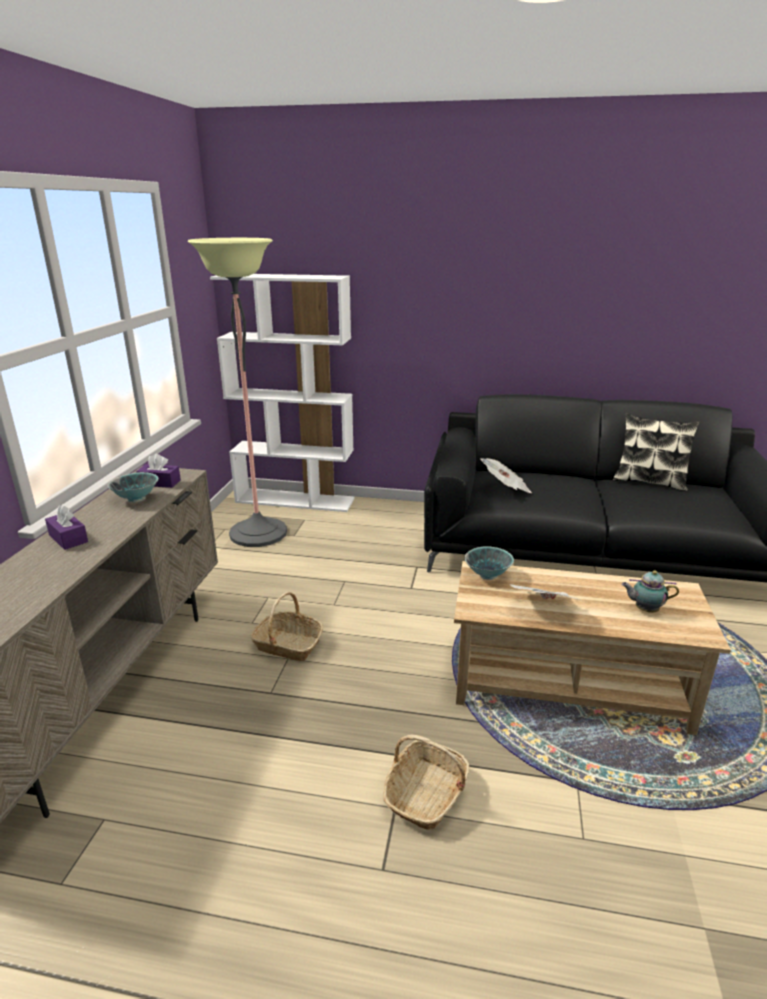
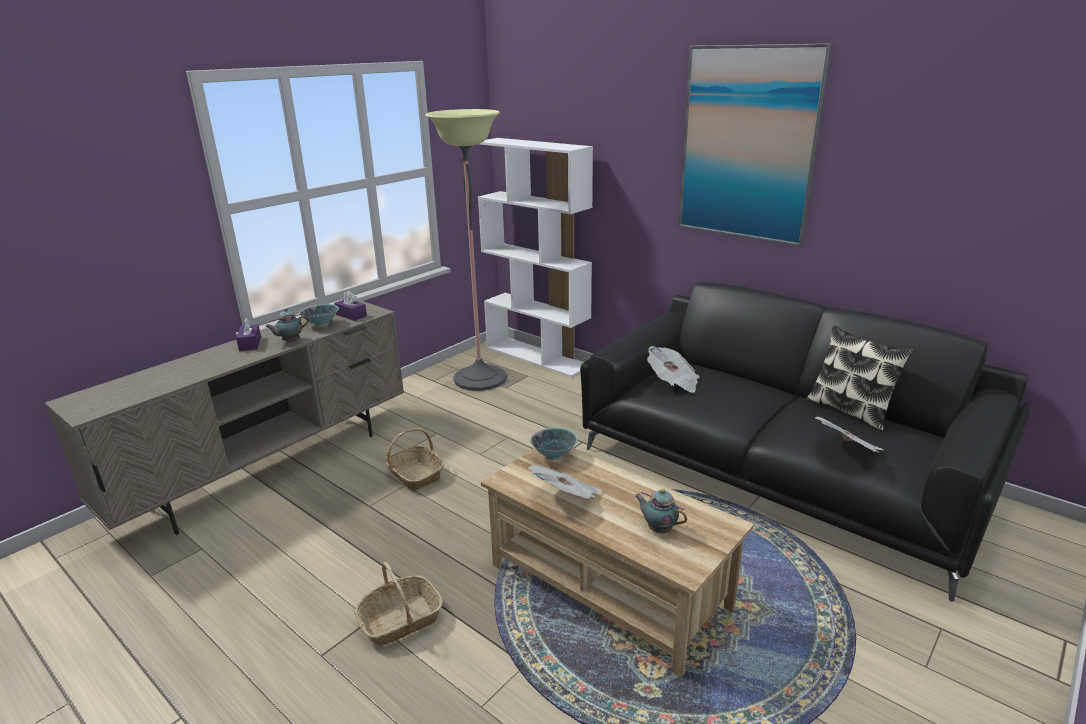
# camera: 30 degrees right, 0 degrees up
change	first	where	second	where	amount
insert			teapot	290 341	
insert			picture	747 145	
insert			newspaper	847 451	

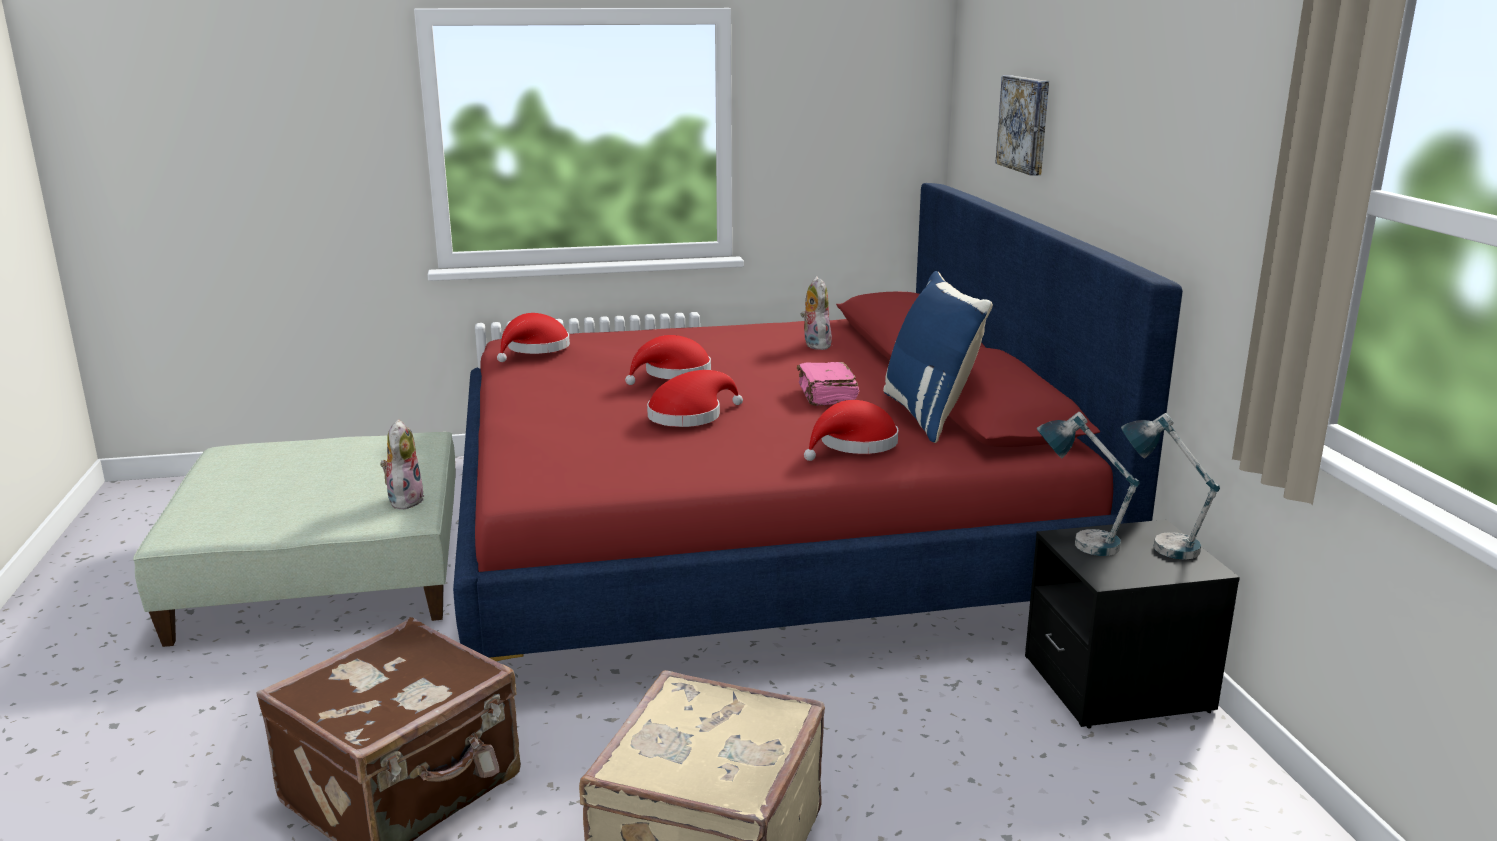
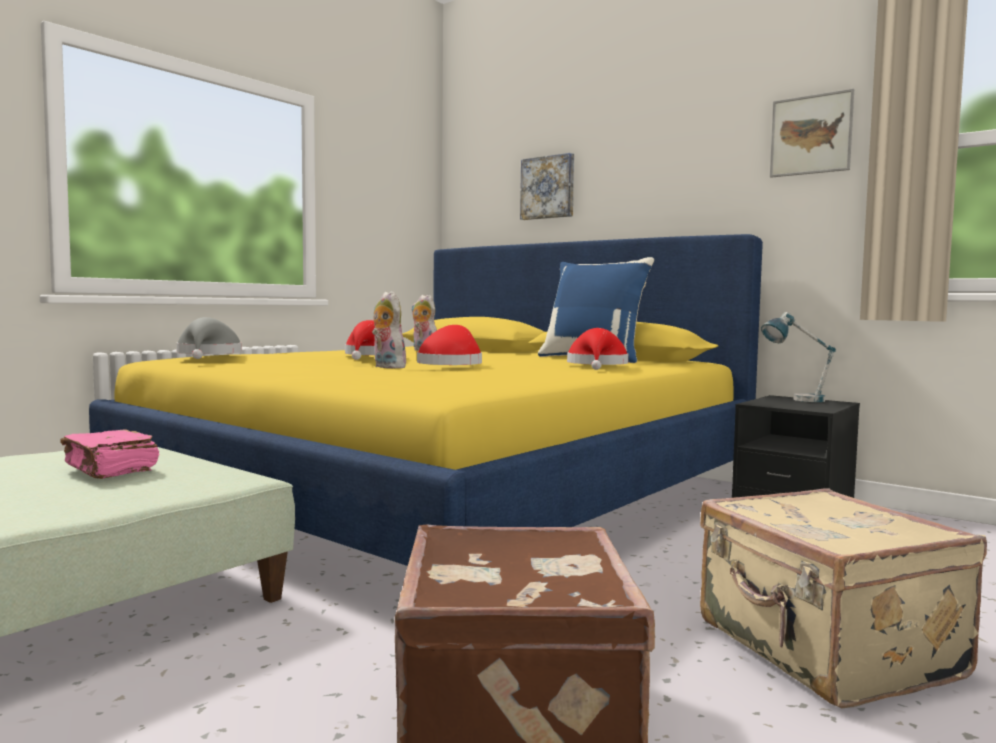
# camera: 40 degrees left, 15 degrees down
change	first	where	second	where	amount
move	plush toy	404 500		386 367	
recolor	bed/red	756 533	bed/yellow	445 494	
recolor	hat/red	535 349	hat/grey	208 355	
move	book/pink	826 395		110 469	
delete	table lamp	1077 541			
insert			picture	811 135	

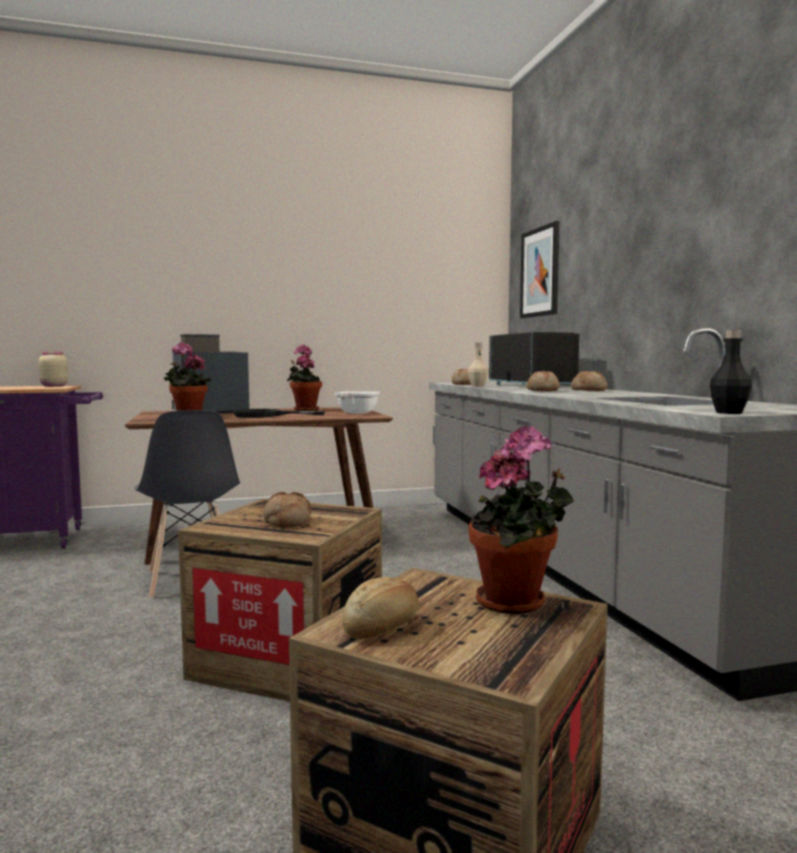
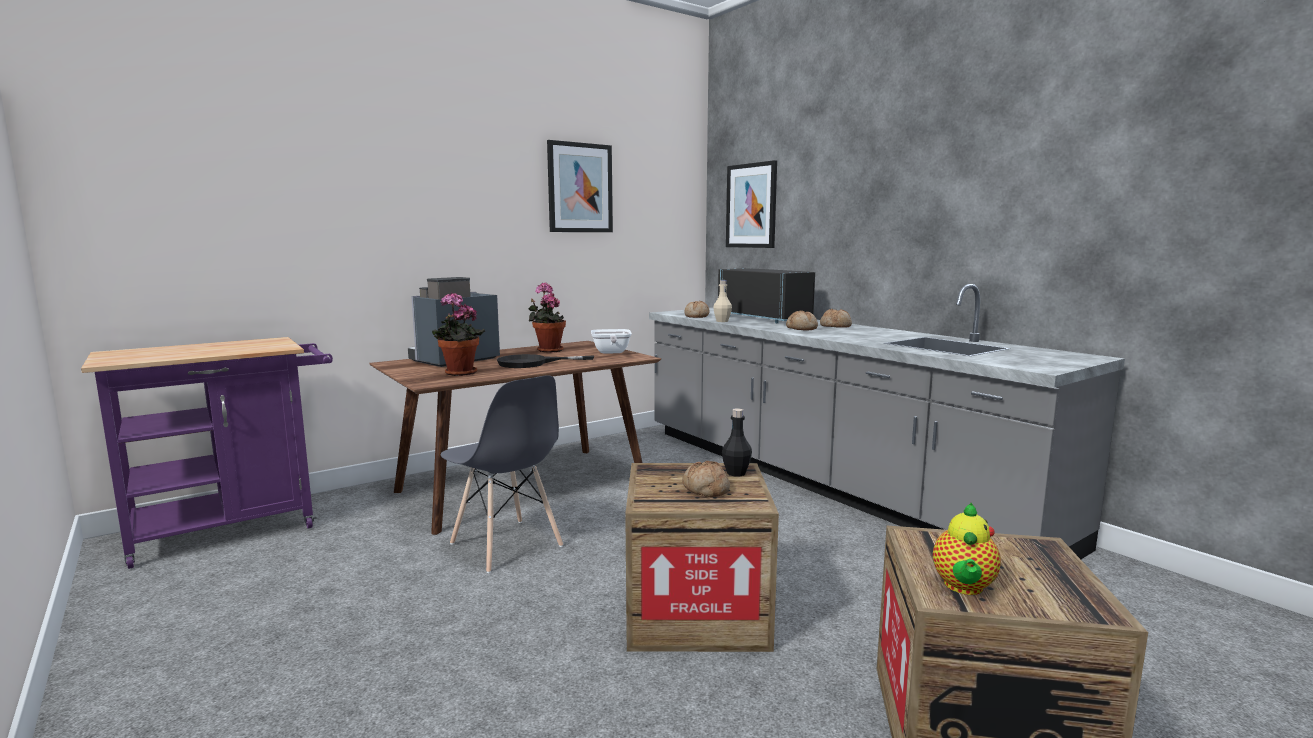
# camera: 20 degrees left, 5 degrees up
change	first	where	second	where	amount
delete	jar/beige	53 386			
replace	bread	383 627	teapot	963 587	
delete	potted plant	517 603			
move	bottle/black	729 413		736 473	
insert			picture	580 188	

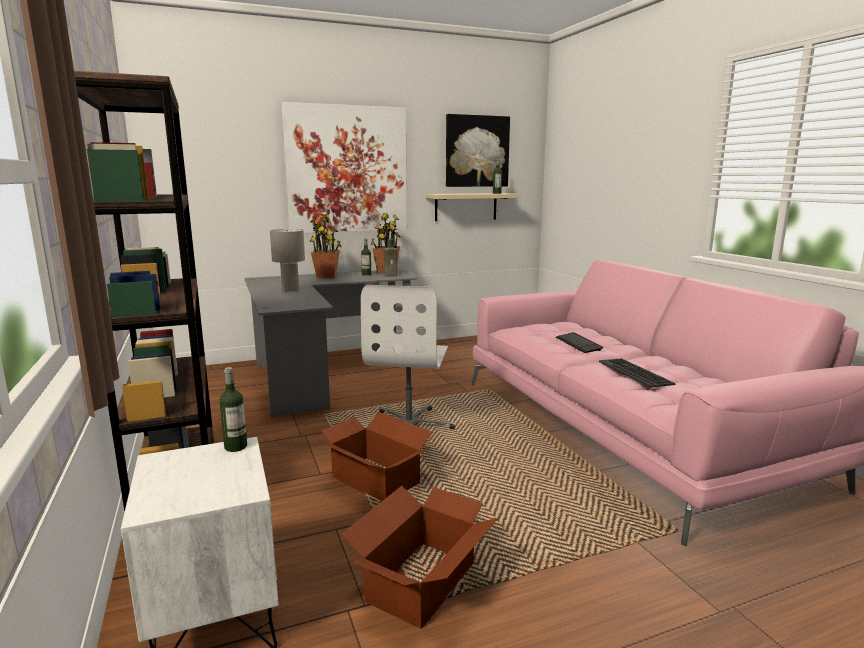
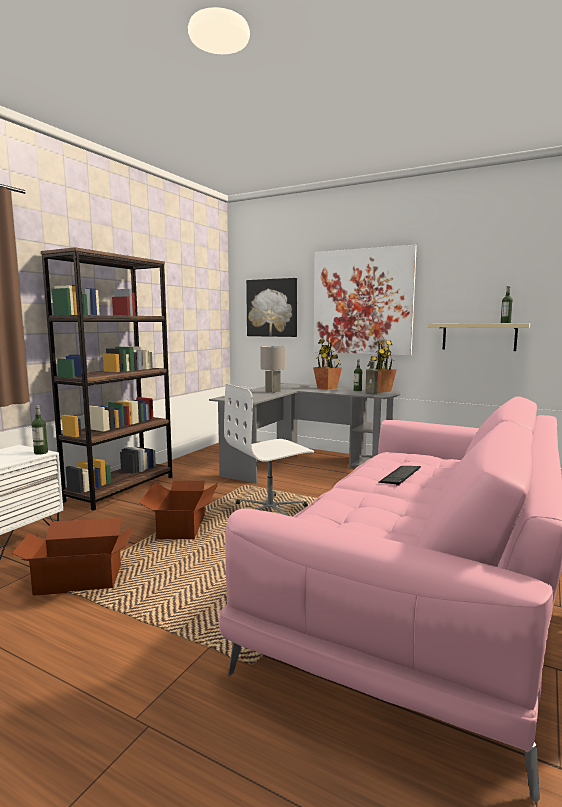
# camera: 50 degrees right, 5 degrees down
change	first	where	second	where	amount
move	picture	476 151		272 308	
delete	keyboard	635 373			

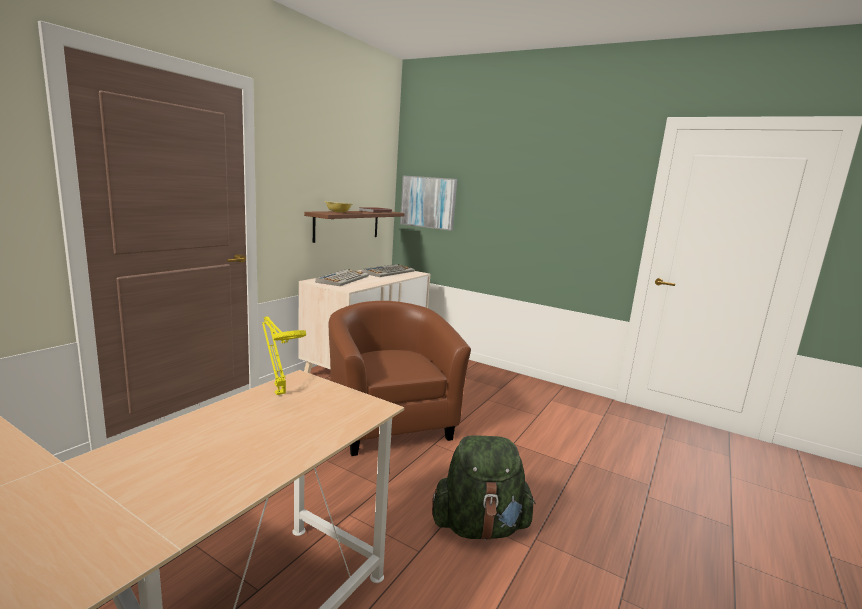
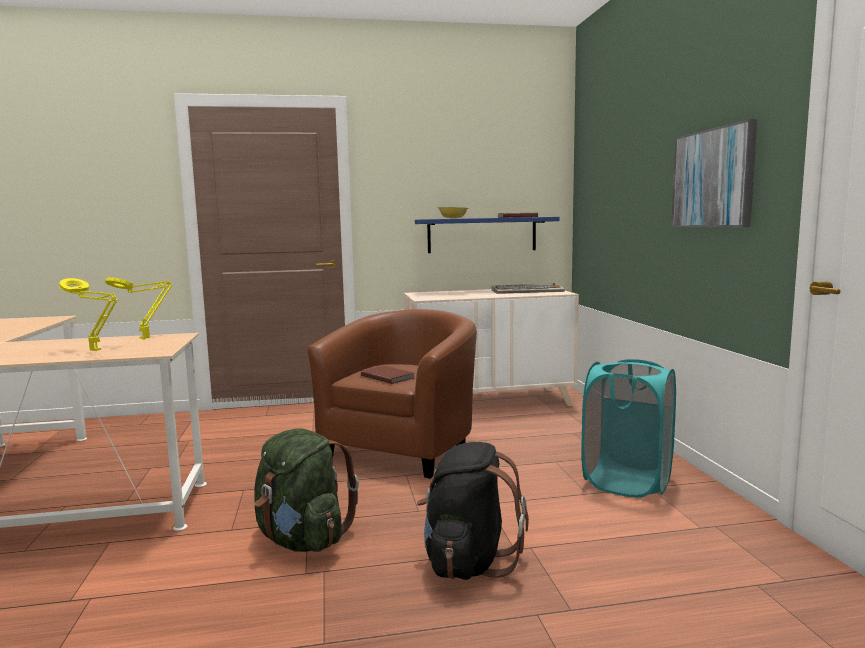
# camera: 50 degrees right, 5 degrees down
change	first	where	second	where	amount
recolor	shelf/brown	347 225	shelf/blue	482 235	
delete	keyboard	343 279			
move	picture	428 202		713 178	
insert			table lamp/yellow	97 351	
insert			book/brown	388 376	
insert			backpack/black	468 561	
insert			laundry basket/turquoise	627 482	

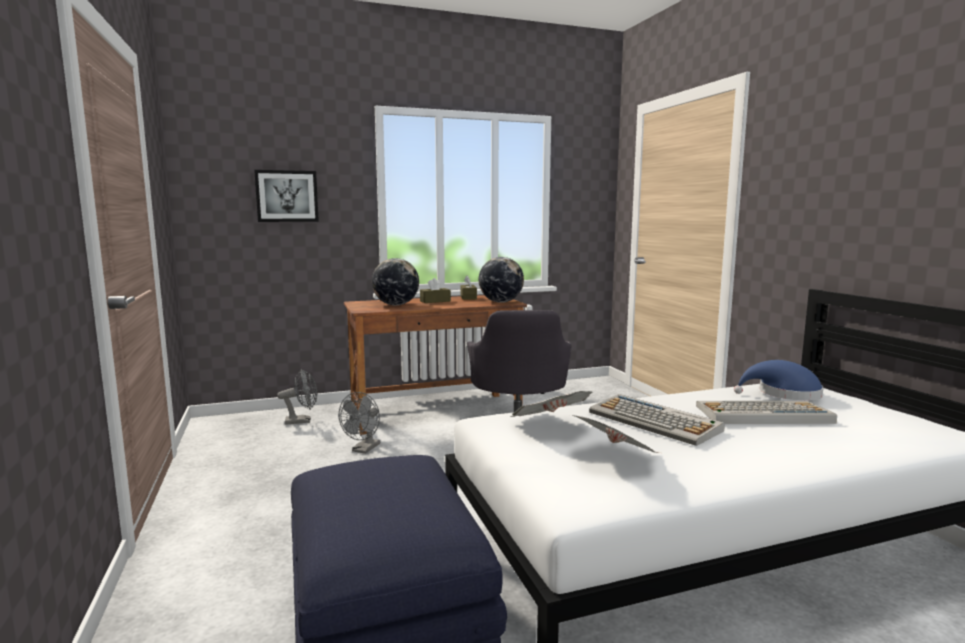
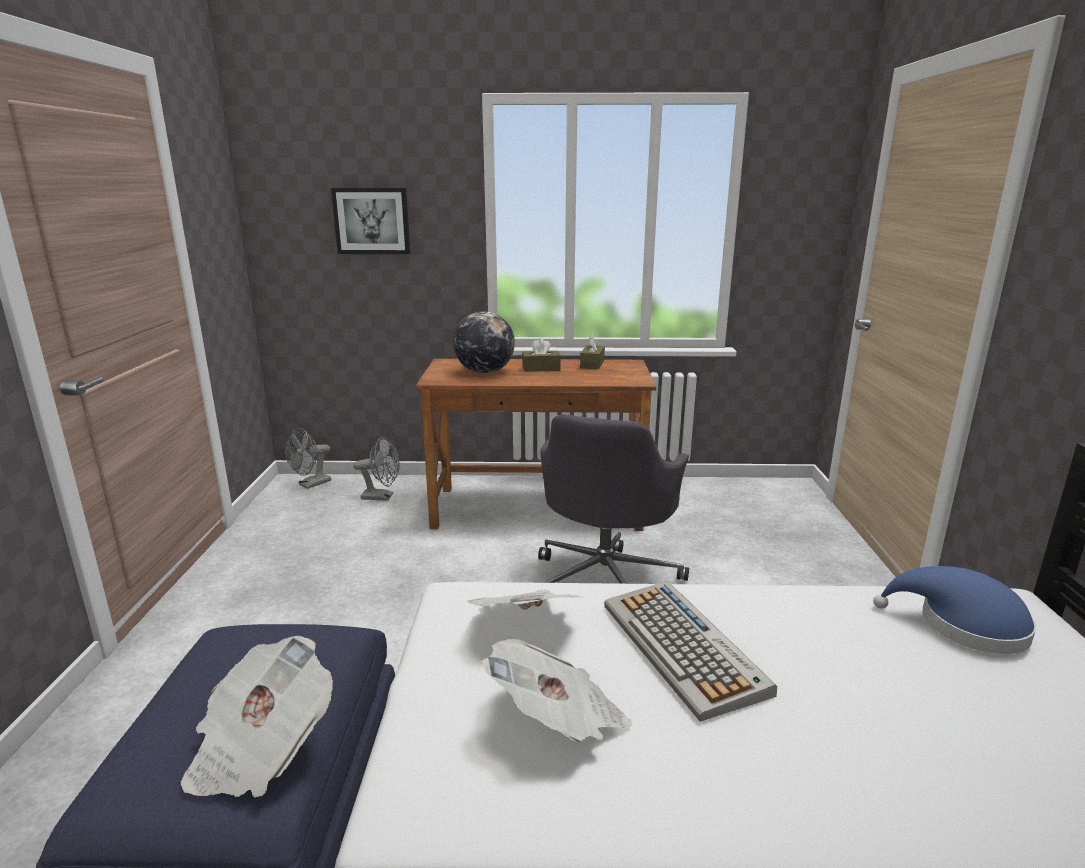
# camera: 20 degrees right, 10 degrees up
change	first	where	second	where	amount
move	fan/grey	364 449		311 484	
delete	globe	500 302			
delete	keyboard	762 414			
insert			newspaper	261 747	

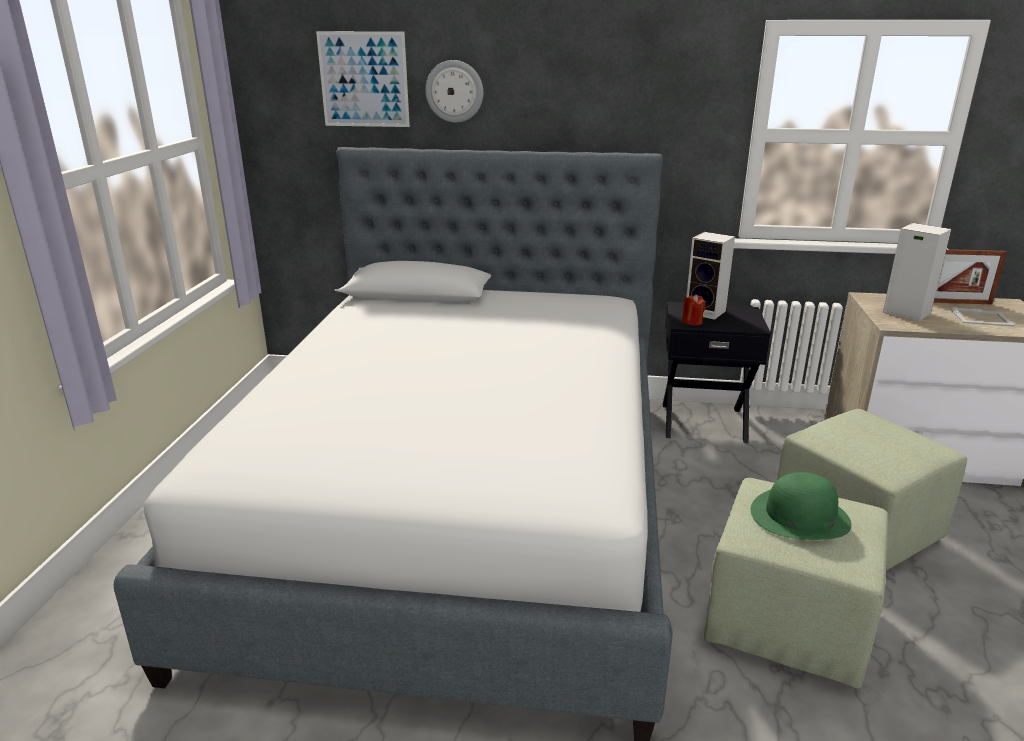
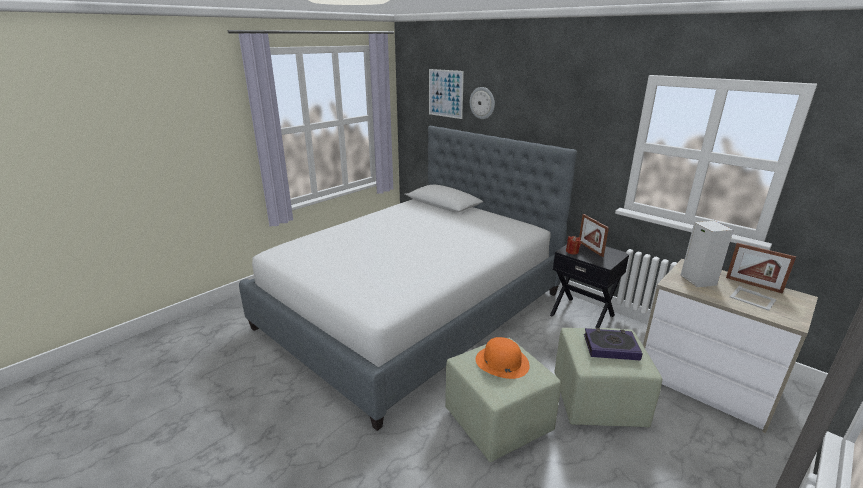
# camera: 35 degrees right, 0 degrees up
change	first	where	second	where	amount
replace	speaker	707 312	picture frame	590 249	
recolor	hat/green	799 516	hat/orange	501 362	
insert			book	611 347	

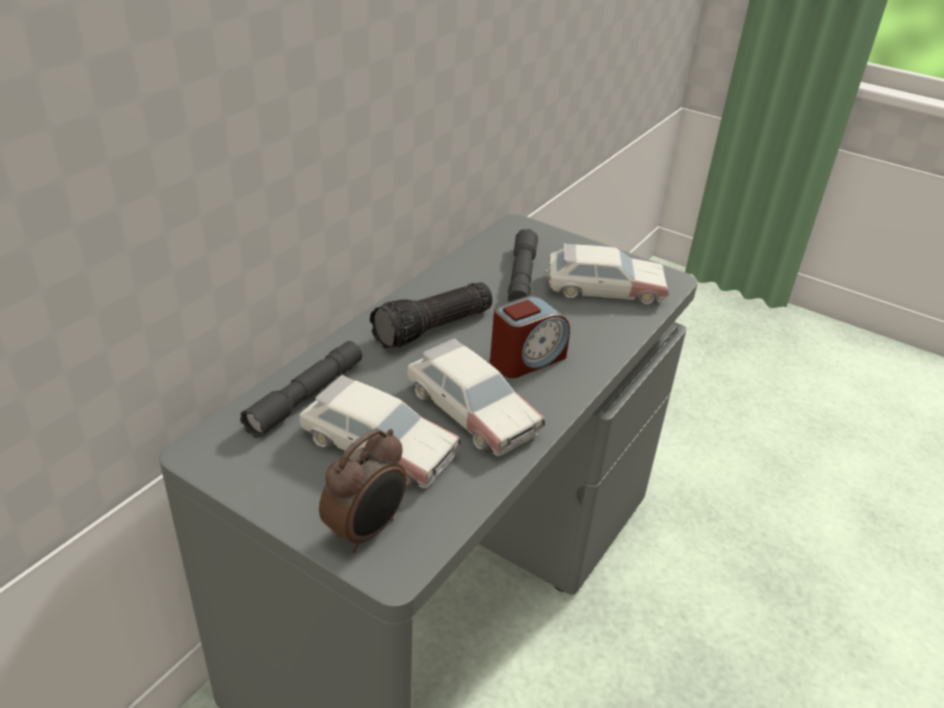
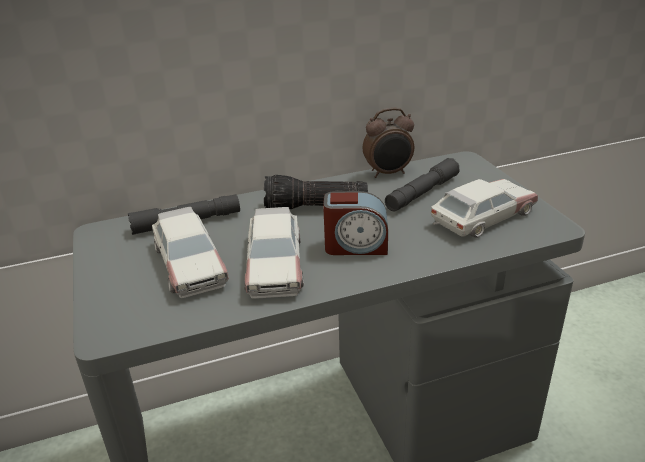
# camera: 40 degrees right, 5 degrees down
change	first	where	second	where	amount
move	alarm clock	367 530		388 173	
rotate	toy car	603 288		482 217	75 degrees counterclockwise

